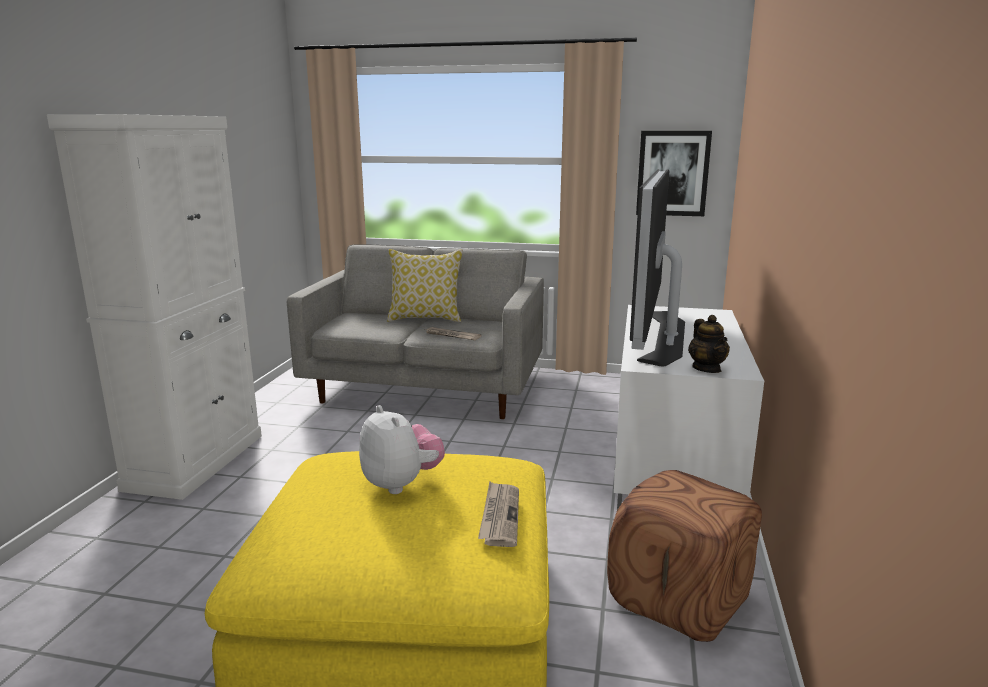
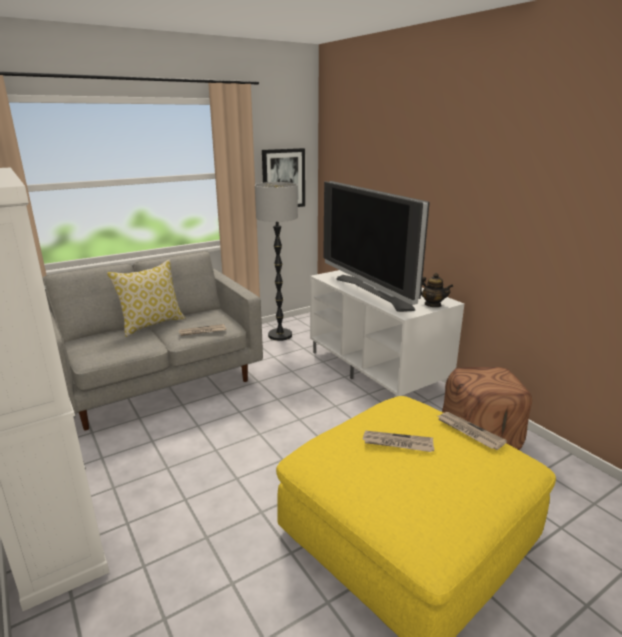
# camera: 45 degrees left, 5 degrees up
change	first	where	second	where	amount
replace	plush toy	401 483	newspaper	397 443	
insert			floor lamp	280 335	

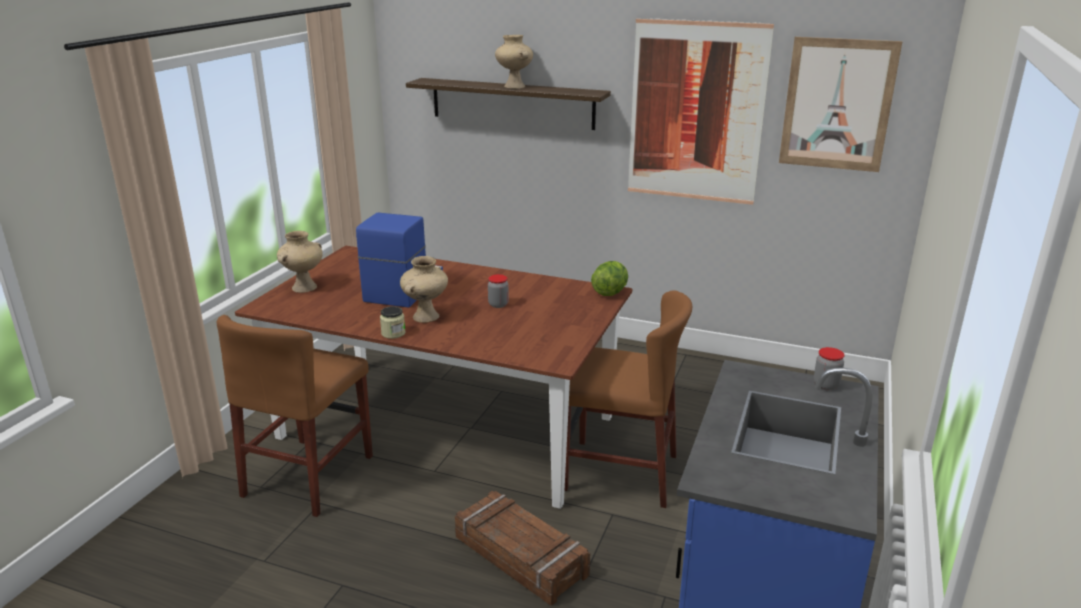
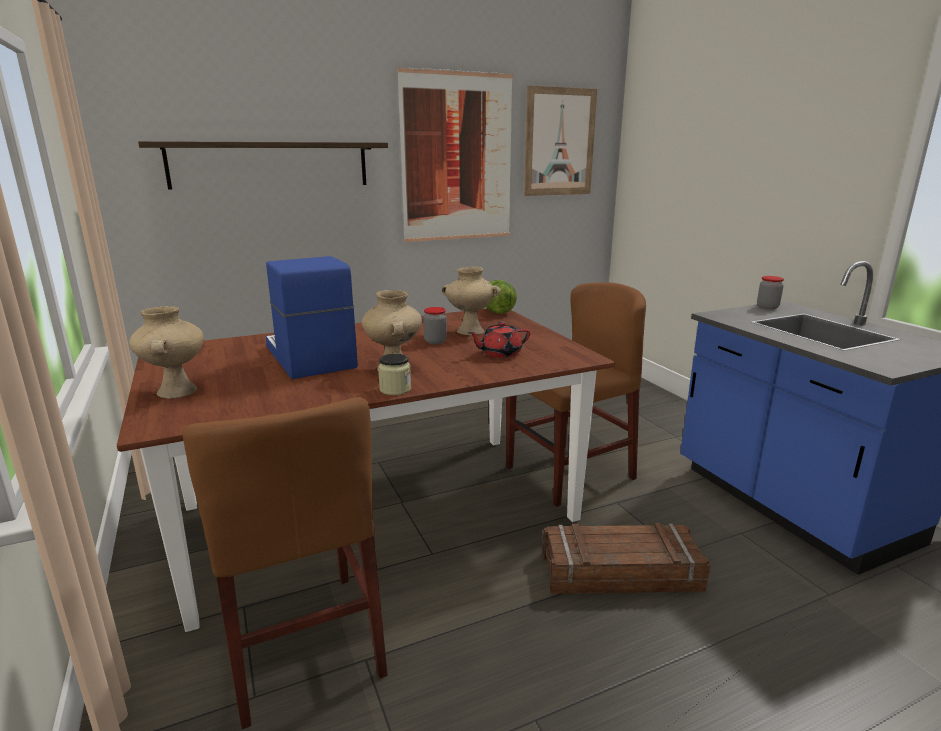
# camera: 45 degrees left, 5 degrees down
change	first	where	second	where	amount
move	vase/beige	514 86		469 331	
insert			teapot/red	499 353	

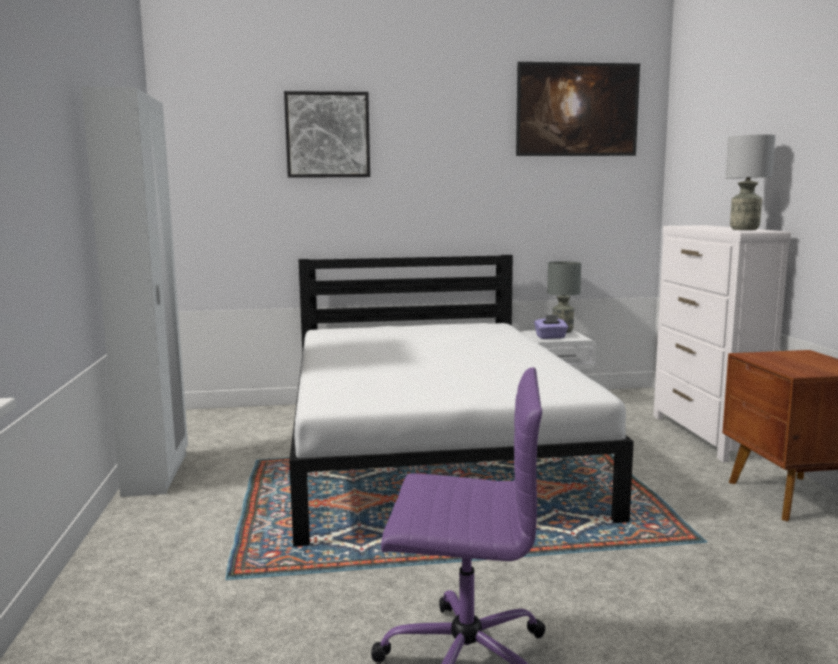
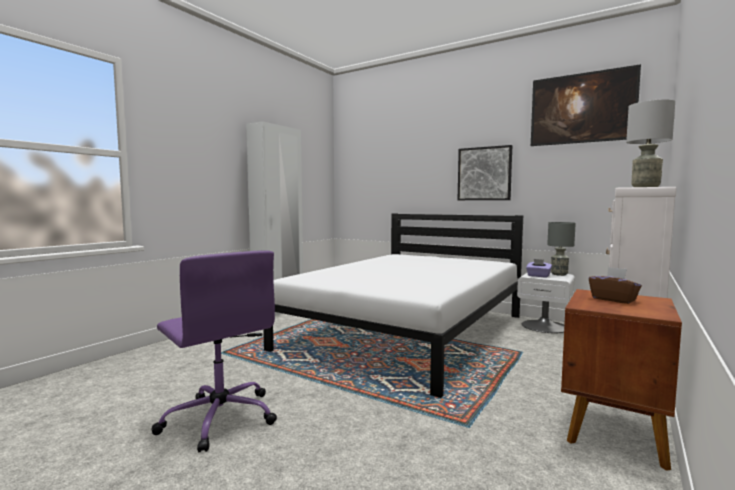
# camera: 40 degrees right, 5 degrees down
change	first	where	second	where	amount
move	picture	327 135		484 173	
insert			tissue box/brown	613 299	

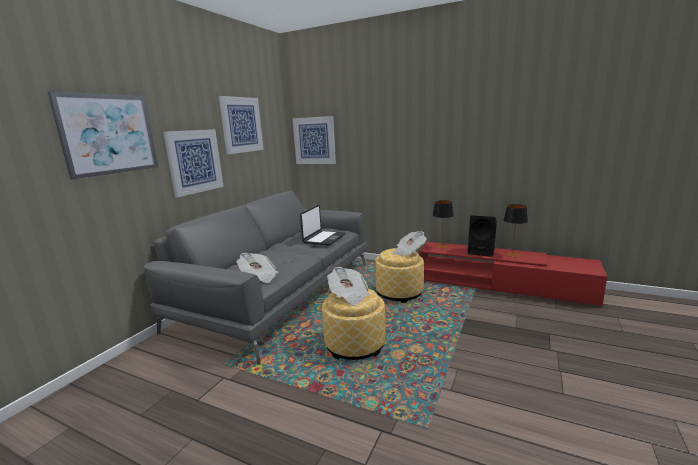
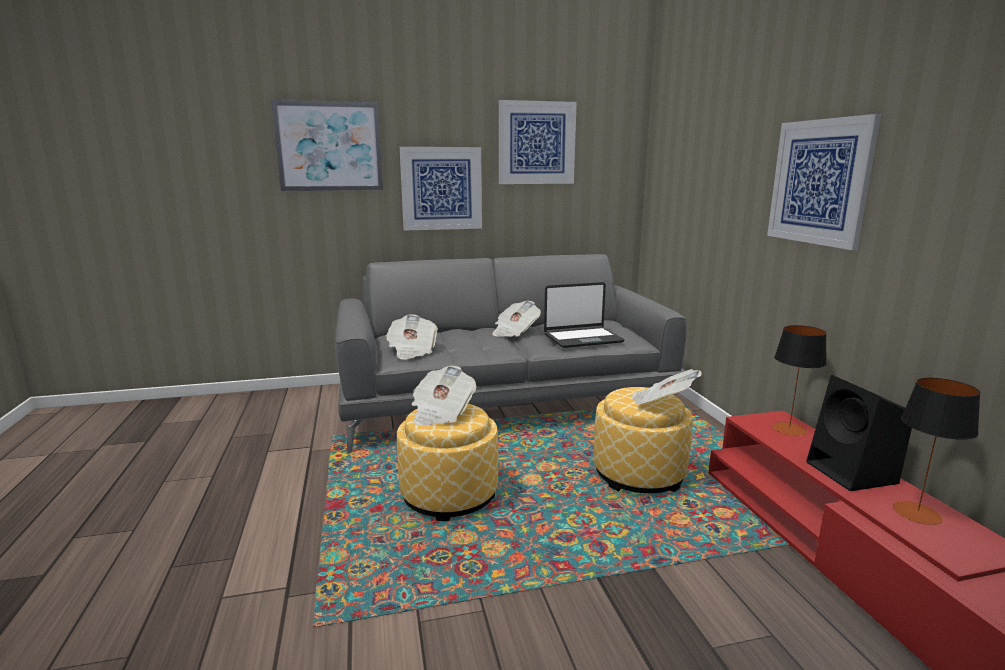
# camera: 50 degrees right, 0 degrees up
change	first	where	second	where	amount
move	picture	314 140		819 182	
insert			newspaper	514 332	

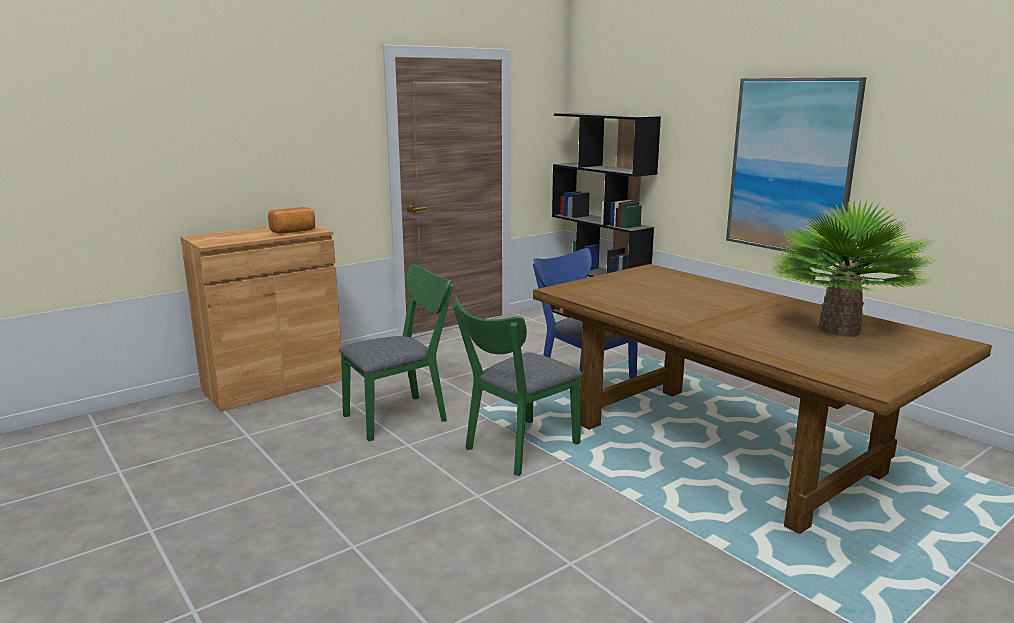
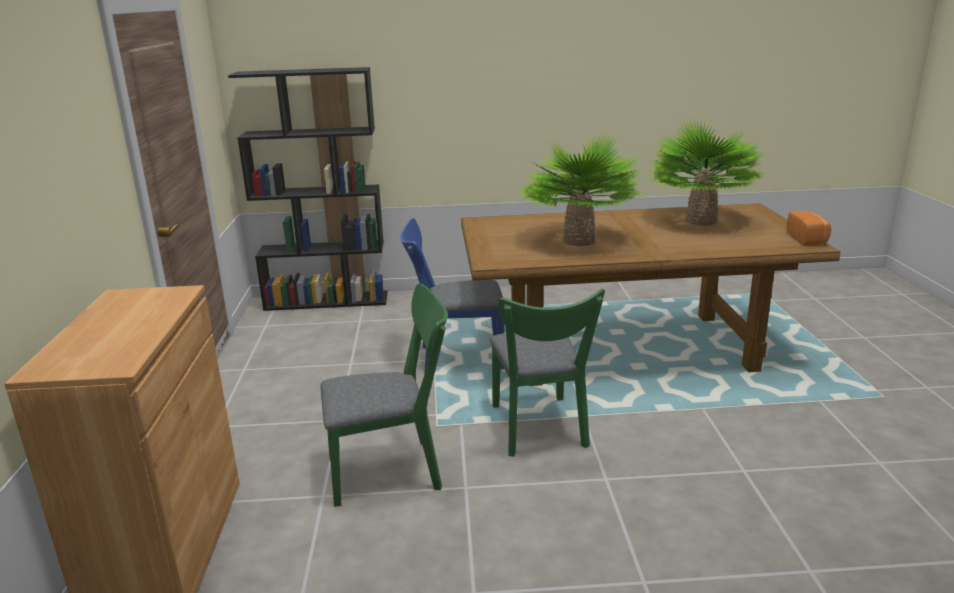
# camera: 55 degrees left, 5 degrees up
change	first	where	second	where	amount
move	bread	294 231		808 239	
rotate	chair/green	402 416		394 471	75 degrees clockwise
delete	picture	791 166			
insert			potted plant	579 241	

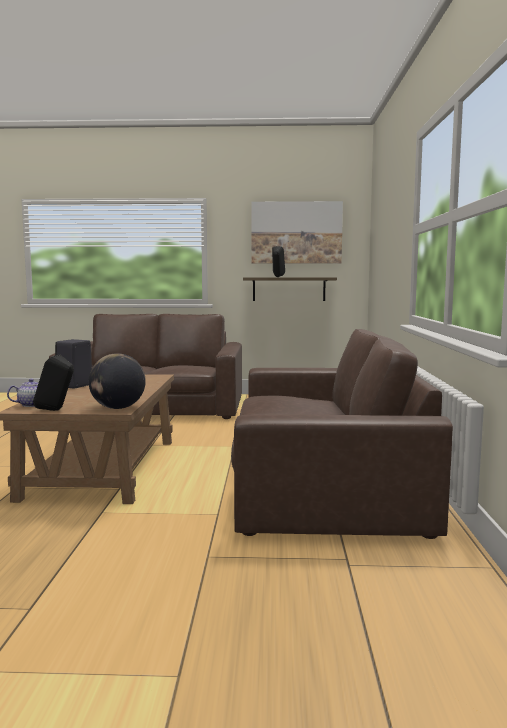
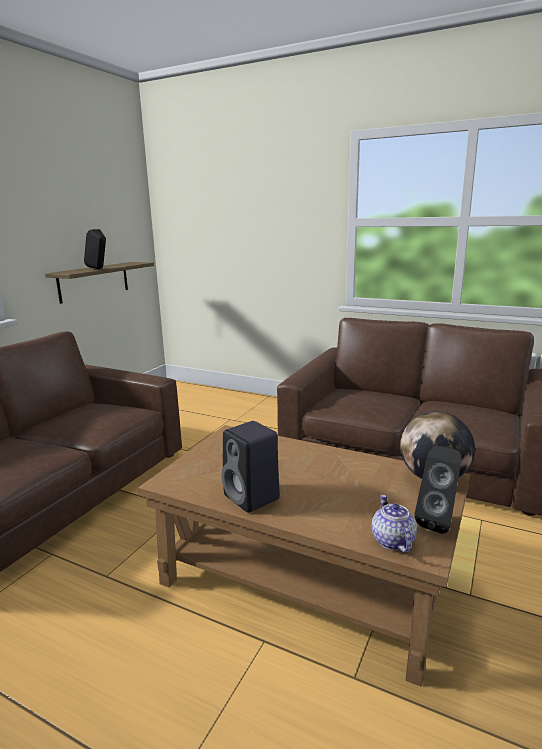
# camera: 65 degrees left, 10 degrees up
change	first	where	second	where	amount
delete	picture	296 233			

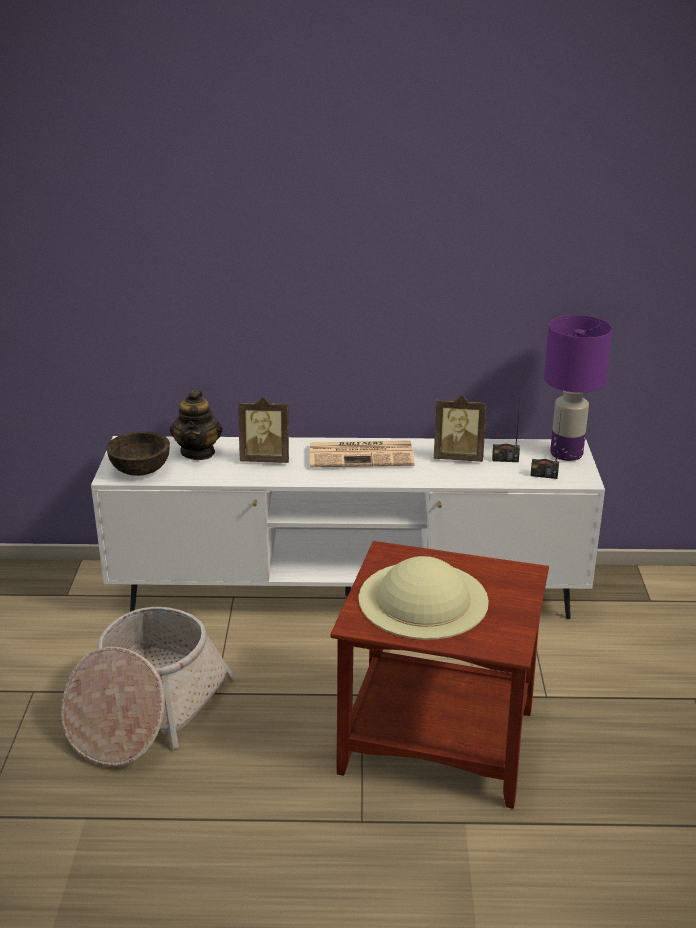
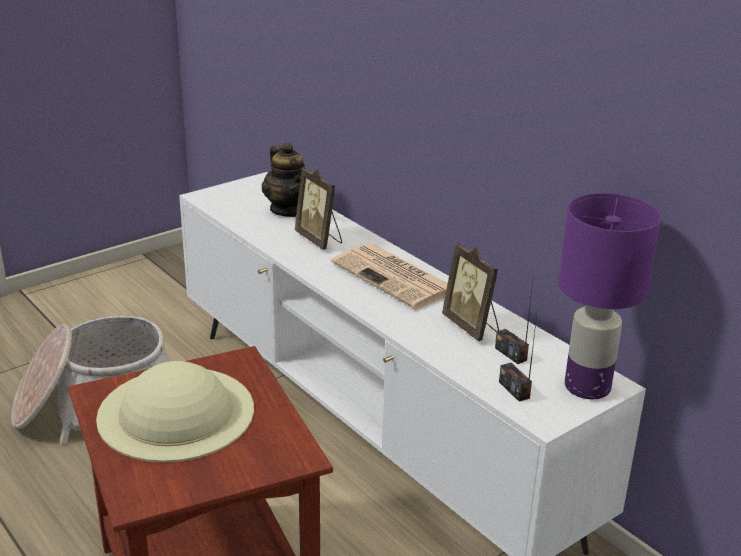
# camera: 50 degrees right, 0 degrees up
change	first	where	second	where	amount
delete	bowl/brown	141 470			
rotate	teapot	198 452		288 210	75 degrees counterclockwise

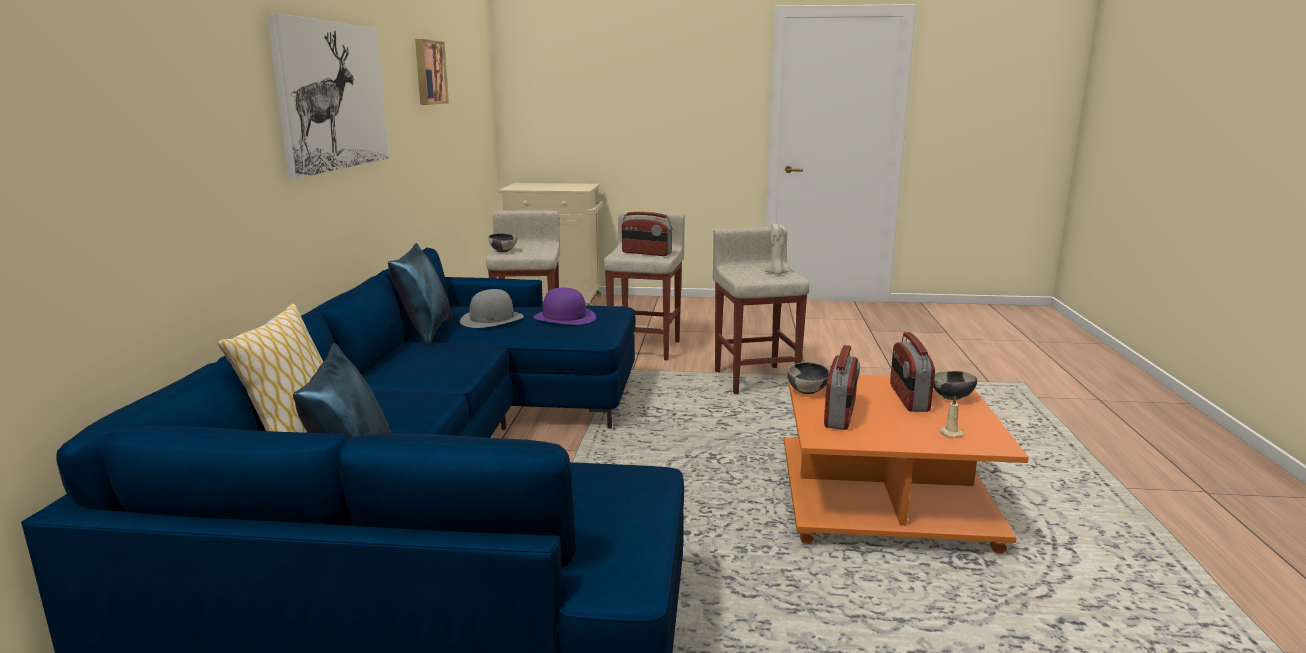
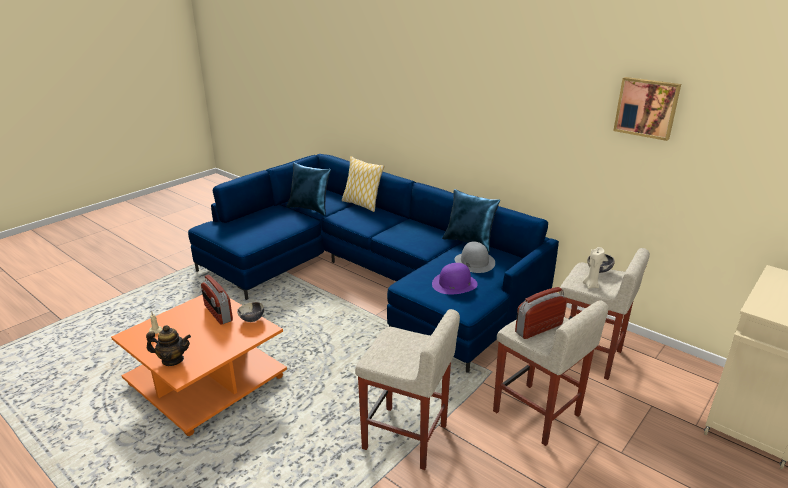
# camera: 125 degrees right, 10 degrees up
change	first	where	second	where	amount
delete	picture	333 96			
move	candle/beige	776 273		591 285	
delete	radio	908 398			
replace	bowl	951 398	teapot	172 360	

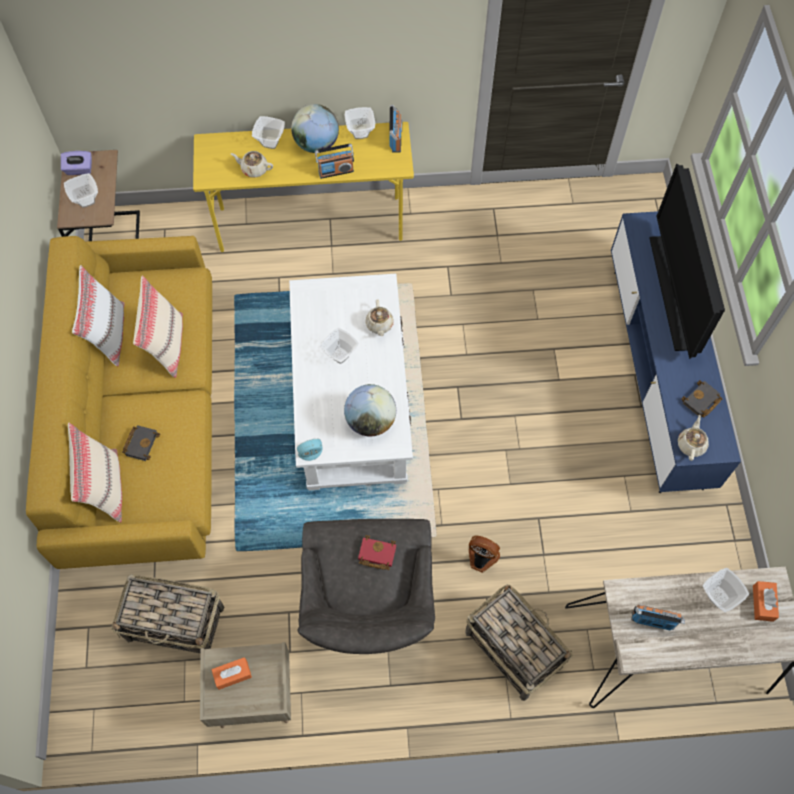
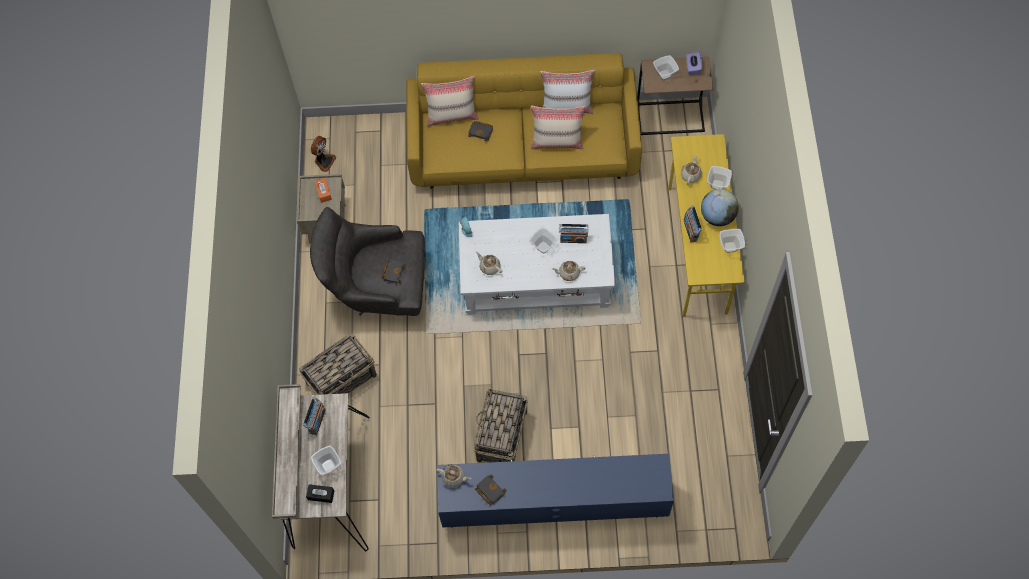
# camera: 95 degrees right, 0 degrees up
change	first	where	second	where	amount
move	basket	176 623		501 437	
replace	globe	370 421	teapot/beige	489 267	
recolor	book/red	375 554	book/black	393 271	
move	radio	396 139		573 239	
move	fan	481 558		324 161	
delete	television	674 293			
recolor	tissue box/orange	763 603	tissue box/black	321 495	

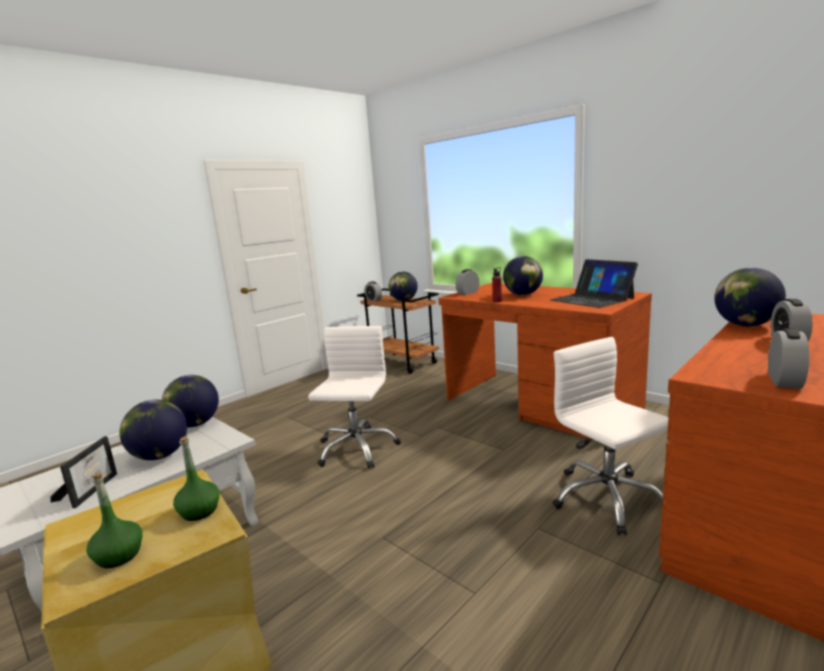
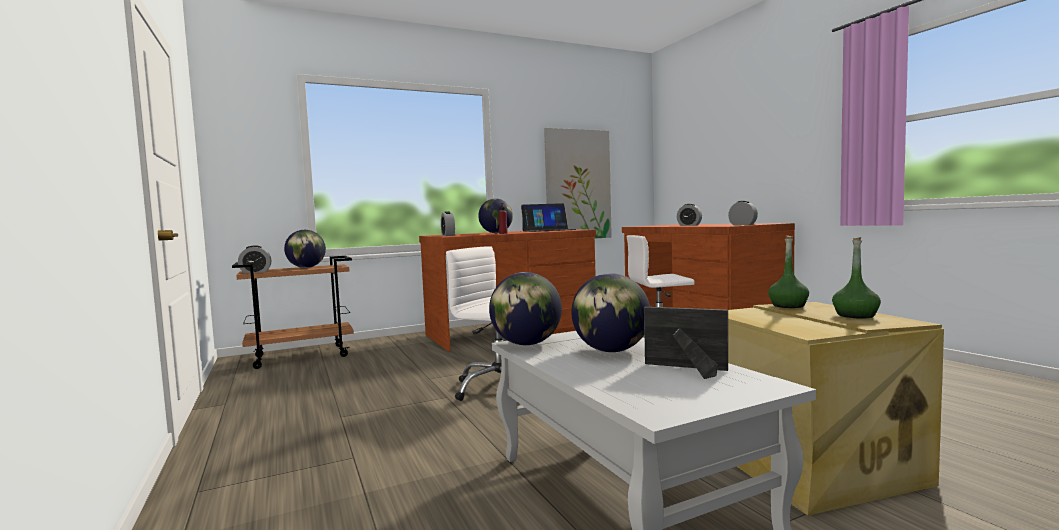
# camera: 70 degrees left, 10 degrees down
change	first	where	second	where	amount
delete	globe	745 325			
insert			picture	578 185	

